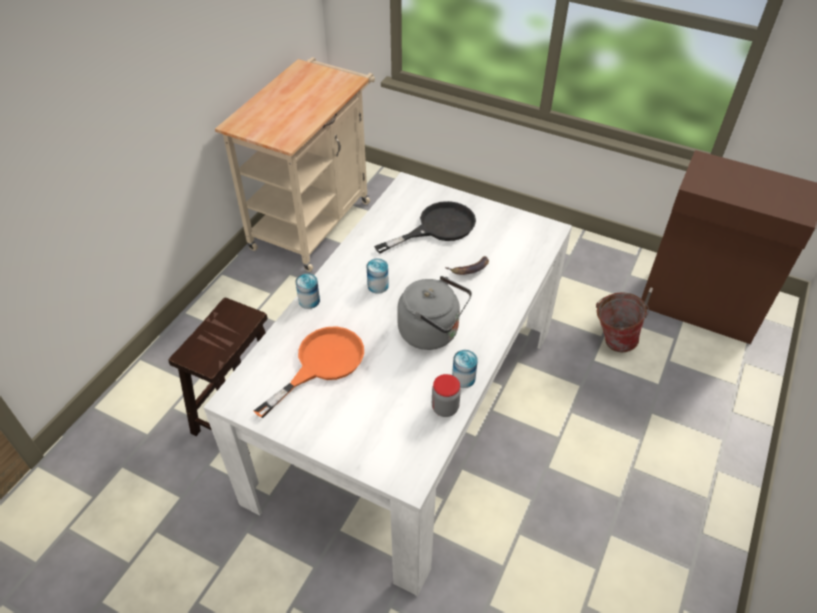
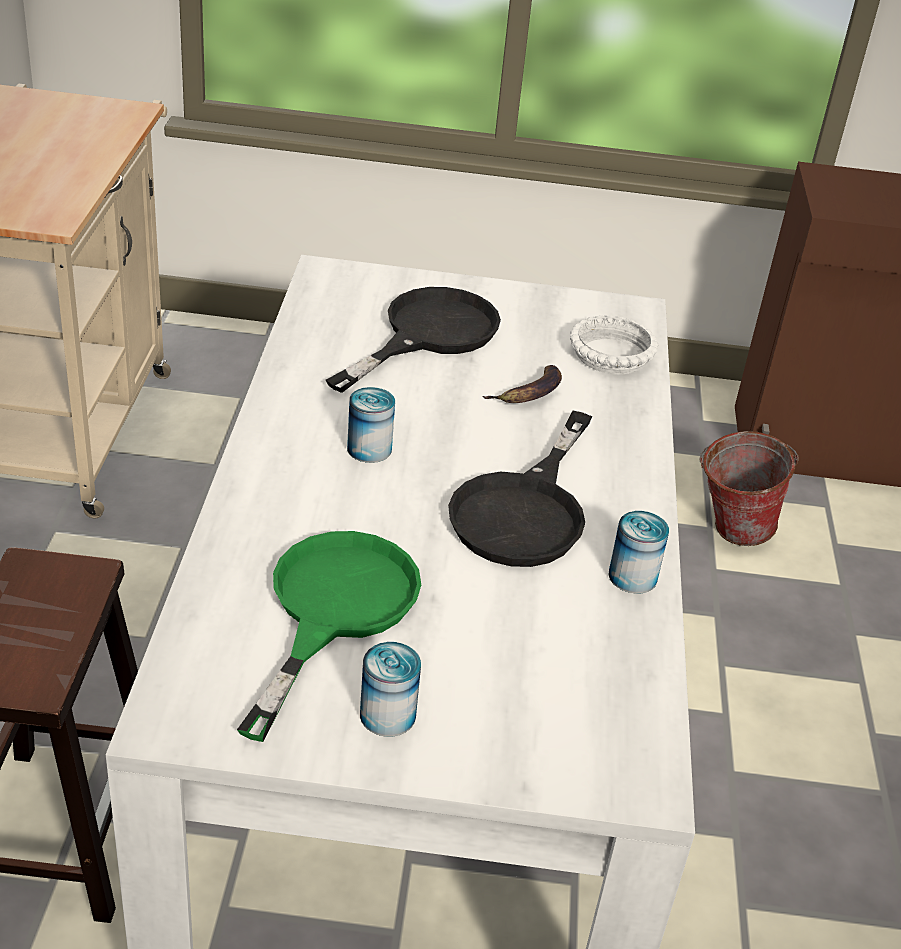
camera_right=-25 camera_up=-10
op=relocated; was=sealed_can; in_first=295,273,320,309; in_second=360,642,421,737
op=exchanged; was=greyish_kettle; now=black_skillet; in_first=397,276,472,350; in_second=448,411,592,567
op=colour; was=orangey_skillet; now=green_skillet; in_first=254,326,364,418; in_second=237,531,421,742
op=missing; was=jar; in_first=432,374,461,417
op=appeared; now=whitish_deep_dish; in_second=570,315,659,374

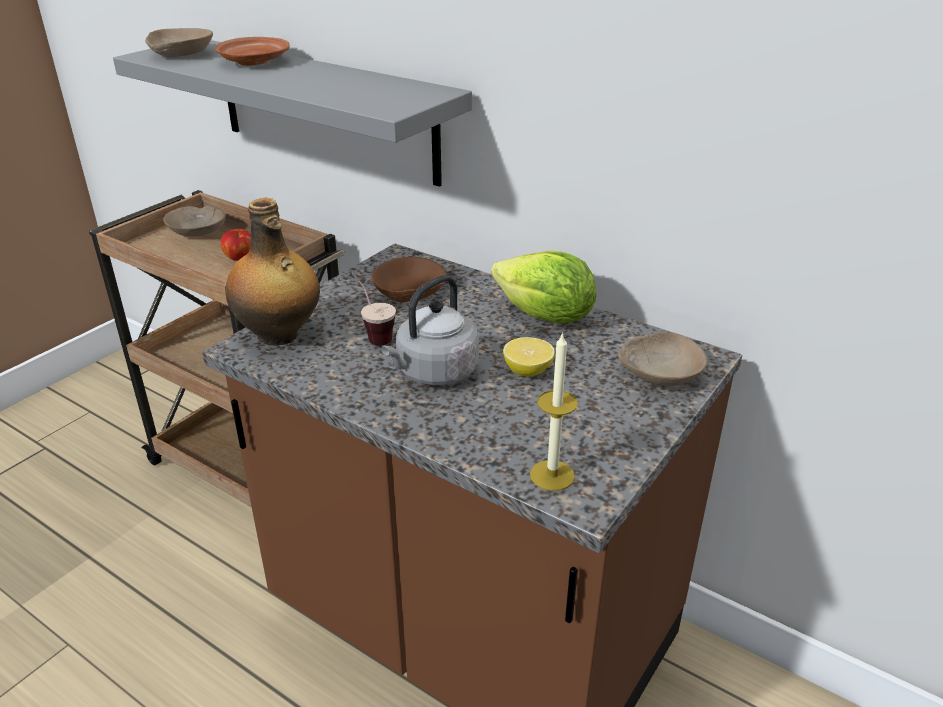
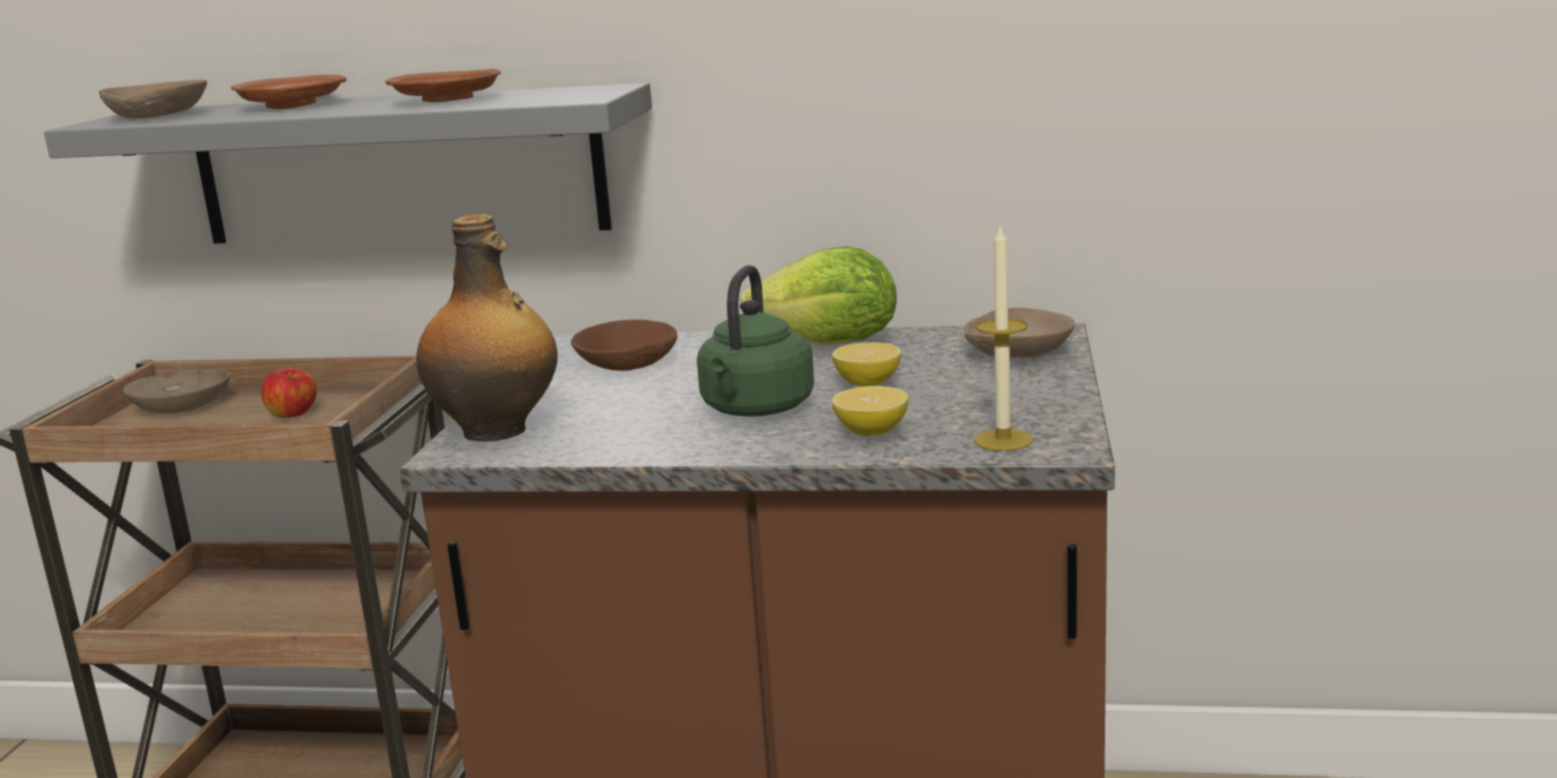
camera_right=-25 camera_up=-15
op=missing; was=cup; in_first=352,273,396,346
op=colour; was=greyish_kettle; now=green_kettle; in_first=381,275,479,385; in_second=697,265,814,416
op=appeared; now=brownish_dinner_plate; in_second=385,69,501,102
op=appeared; now=citrus_fruit; in_second=832,386,908,436

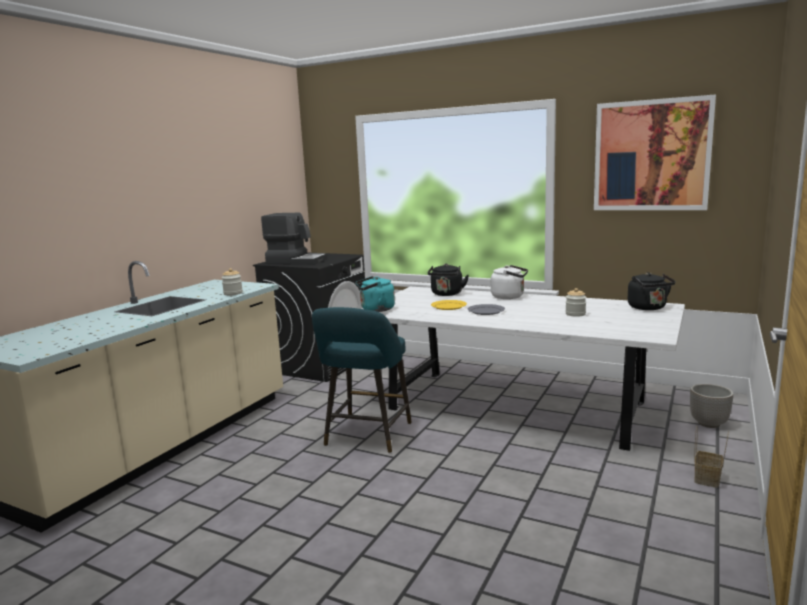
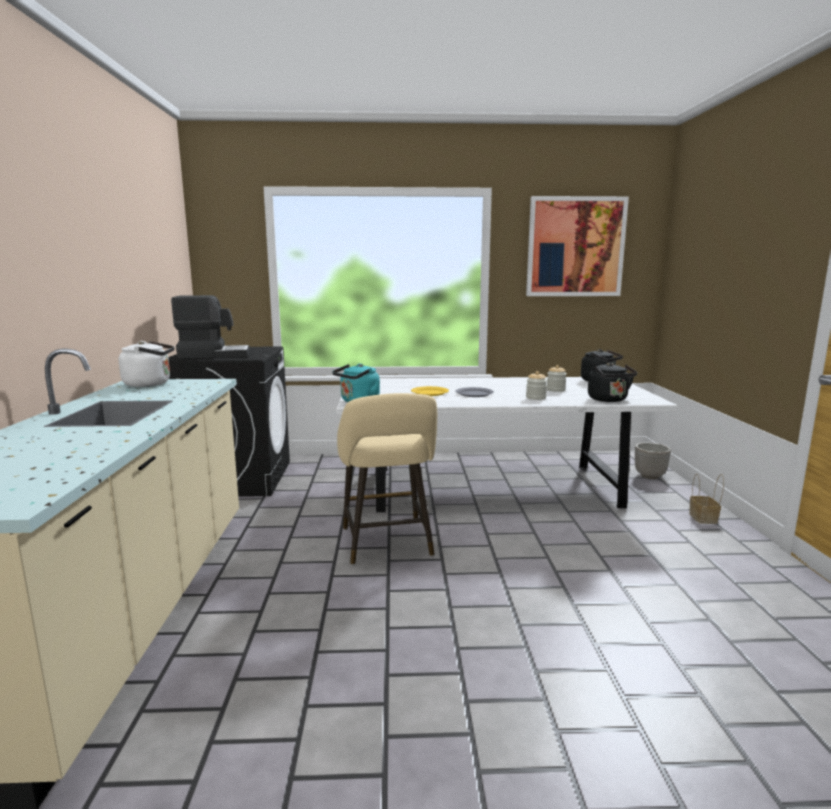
camera_right=-30 camera_up=0
op=relocated; was=black_kettle; in_first=428,264,469,296; in_second=588,362,637,402
op=relocated; was=whitish_kettle; in_first=491,265,528,299; in_second=119,341,175,387
op=relocated; was=jar; in_first=222,268,243,295; in_second=526,371,547,400
op=colour; was=turquoise-coloured_stool; now=beige-coloured_stool; in_first=312,307,412,453; in_second=337,393,437,565

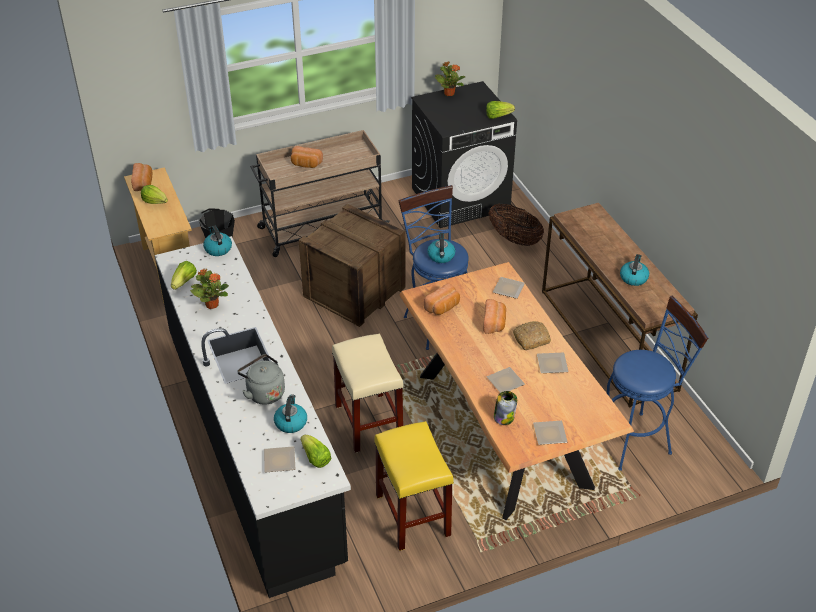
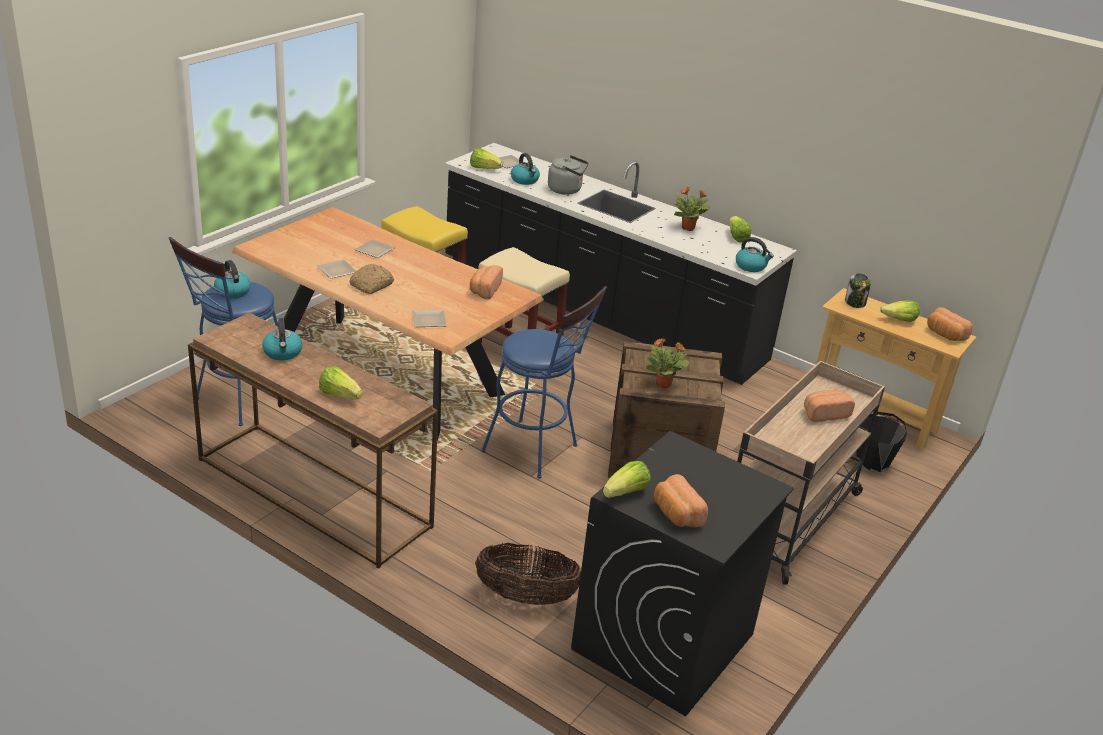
camera_right=145 camera_up=-10
op=relocated; was=houseplant; in_first=435,61,465,96; in_second=645,338,690,388
op=relocated; was=kettle; in_first=427,233,455,263; in_second=214,260,251,299
op=relocated; was=bakery_bread; in_first=483,299,506,334; in_second=654,474,708,527
op=relocated; was=jar; in_first=494,391,517,425; in_second=845,273,871,308
op=missing; was=dinner_plate; in_first=533,421,568,445
op=appeared; now=lettuce_head; in_second=319,366,363,400

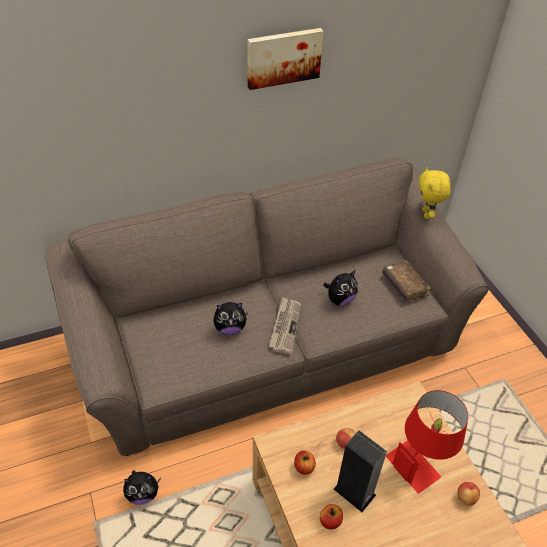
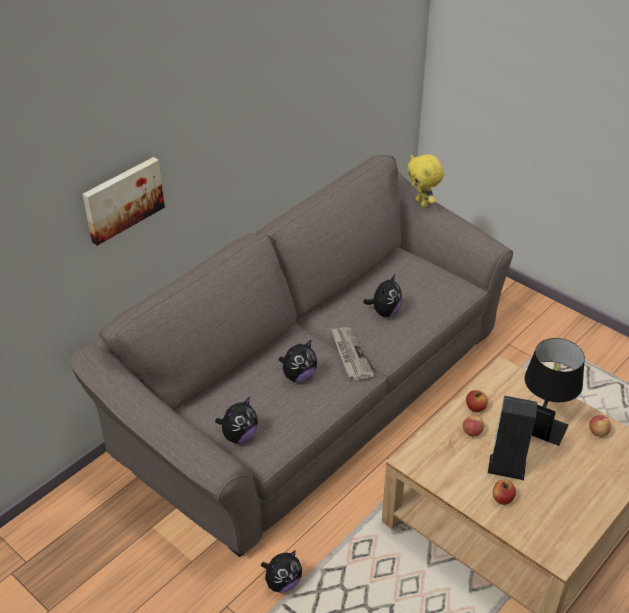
camera_right=-25 camera_up=-5
op=relocated; was=picture; in_first=247,28,323,90; in_second=82,157,165,246
op=missing; was=brownish_book; in_first=382,261,431,302
op=colour; was=reddish_table_lamp; now=black_table_lamp; in_first=386,390,468,494; in_second=524,338,585,446
op=relocated; was=whole_apple; in_first=294,451,316,475; in_second=466,390,488,412
op=appeared; now=plush_toy; in_second=215,397,258,443

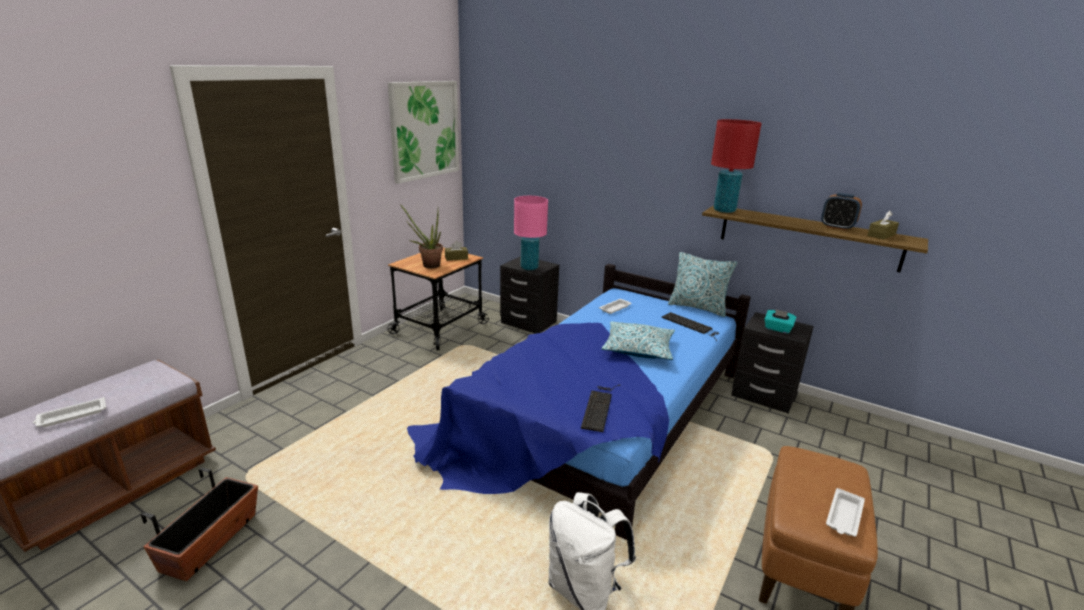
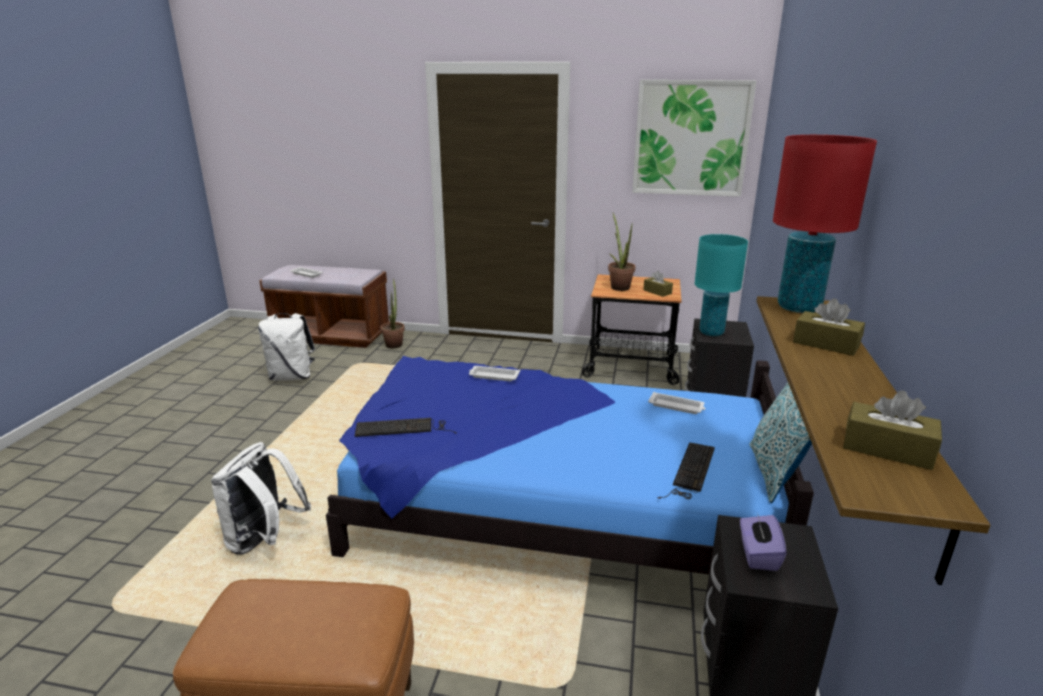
camera_right=70 camera_up=0
op=missing; was=table_clock; in_first=821,193,862,230
op=colour; was=pink_table_lamp; now=turquoise-coloured_table_lamp; in_first=514,196,548,270; in_second=695,234,748,336
op=colour; was=turquoise-coloured_tissue_box; now=purple_tissue_box; in_first=765,309,797,334; in_second=740,515,787,571
op=missing; was=pillow; in_first=601,321,675,360
op=exchanged; was=planter; now=whitish_rucksack; in_first=141,468,258,581; in_second=258,313,315,381
op=relocated; was=whitish_carrying_tray; in_first=826,488,865,537; in_second=469,366,520,382
op=appeared; now=houseplant; in_second=381,278,405,348
op=appeared; now=brownish_tissue_box; in_second=793,298,865,356

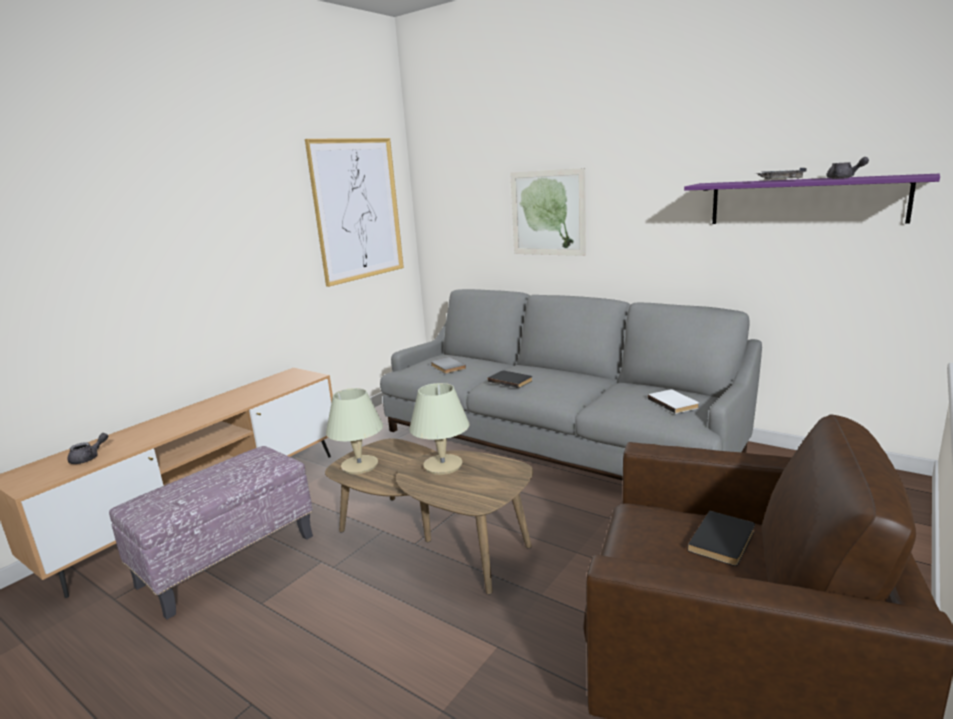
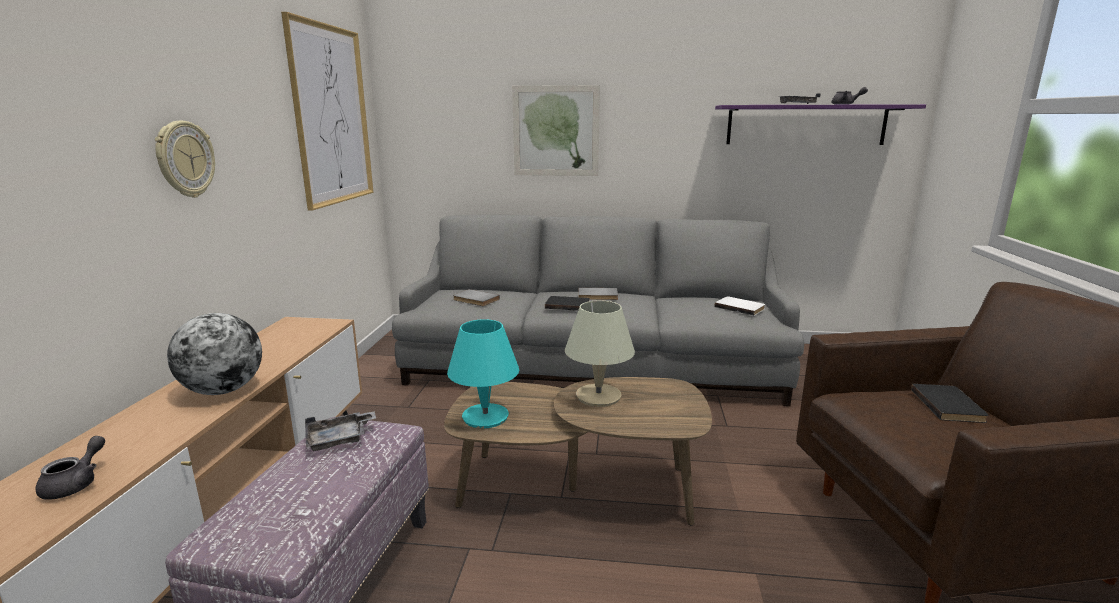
camera_right=-30 camera_up=0
op=colour; was=beige-coloured_table_lamp; now=turquoise-coloured_table_lamp; in_first=326,388,383,474; in_second=447,319,519,428
op=appeared; now=clock_on_the_wall; in_second=155,121,215,198
op=appeared; now=greyish_book; in_second=578,288,618,300
op=appeared; now=globe; in_second=167,313,262,395
op=appeared; now=greyish_carrying_tray; in_second=305,411,376,451

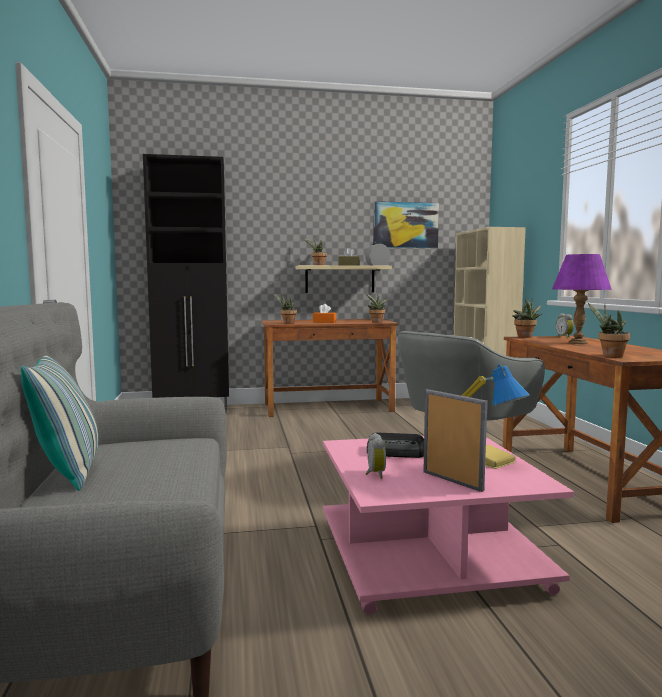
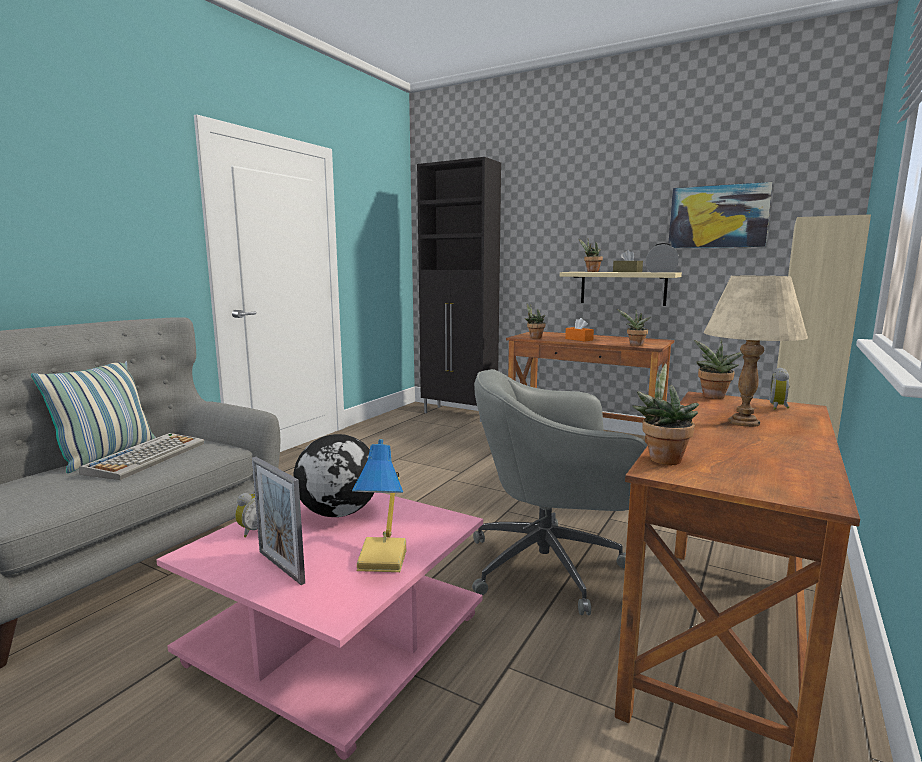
camera_right=40 camera_up=5
op=colour; was=purple_table_lamp; now=beige-coloured_table_lamp; in_first=552,254,612,344; in_second=704,276,808,427
op=spun; was=standing_frame; in_first=423,389,487,492; in_second=252,457,305,585; clockwise=135
op=exchanged; was=radio; now=globe; in_first=367,433,424,458; in_second=293,434,374,517
op=appeared; now=computer_keyboard; in_second=79,433,205,480

